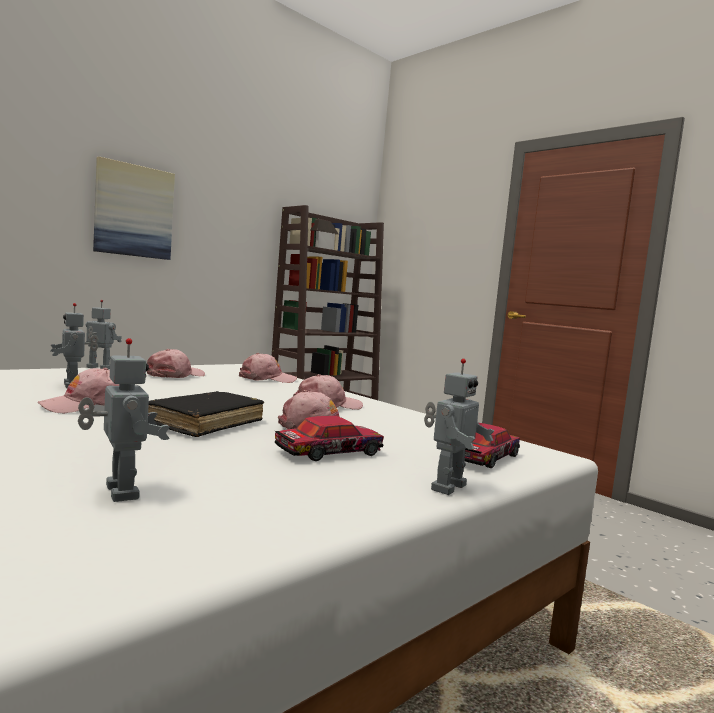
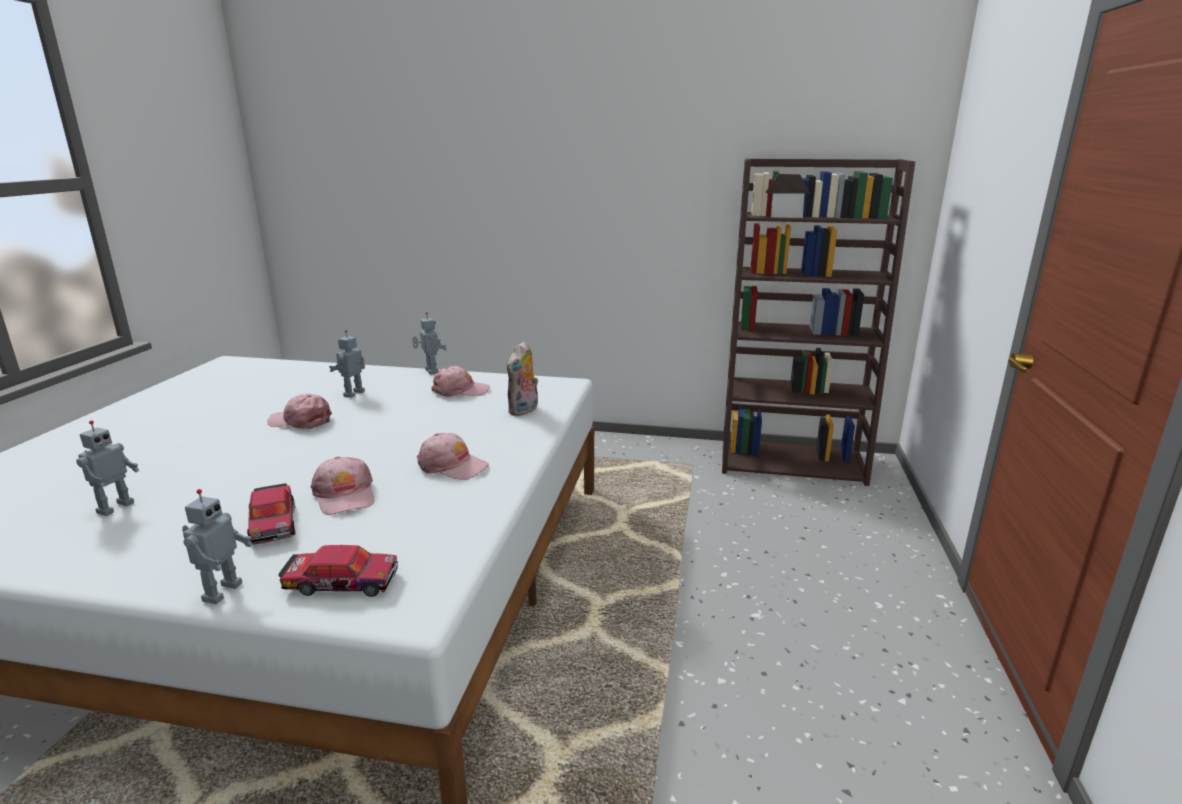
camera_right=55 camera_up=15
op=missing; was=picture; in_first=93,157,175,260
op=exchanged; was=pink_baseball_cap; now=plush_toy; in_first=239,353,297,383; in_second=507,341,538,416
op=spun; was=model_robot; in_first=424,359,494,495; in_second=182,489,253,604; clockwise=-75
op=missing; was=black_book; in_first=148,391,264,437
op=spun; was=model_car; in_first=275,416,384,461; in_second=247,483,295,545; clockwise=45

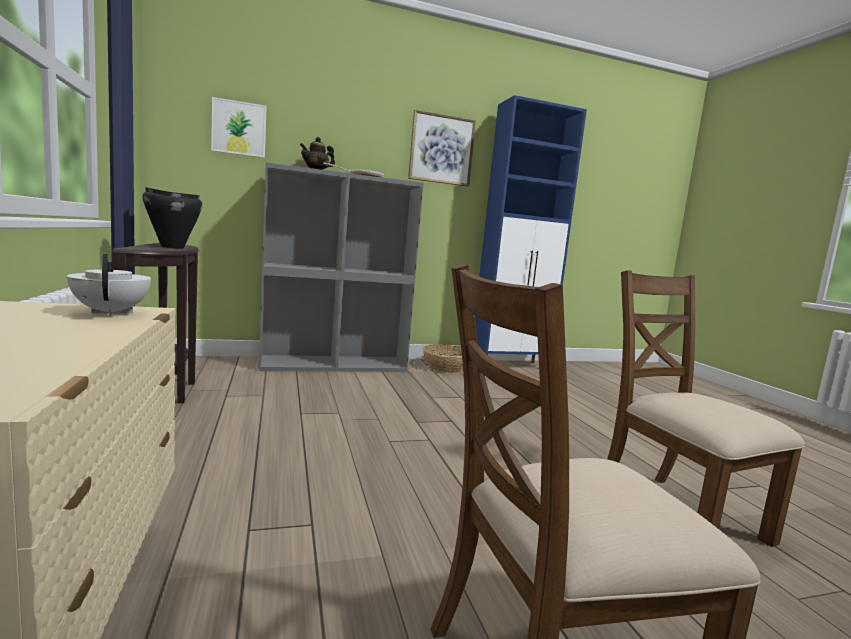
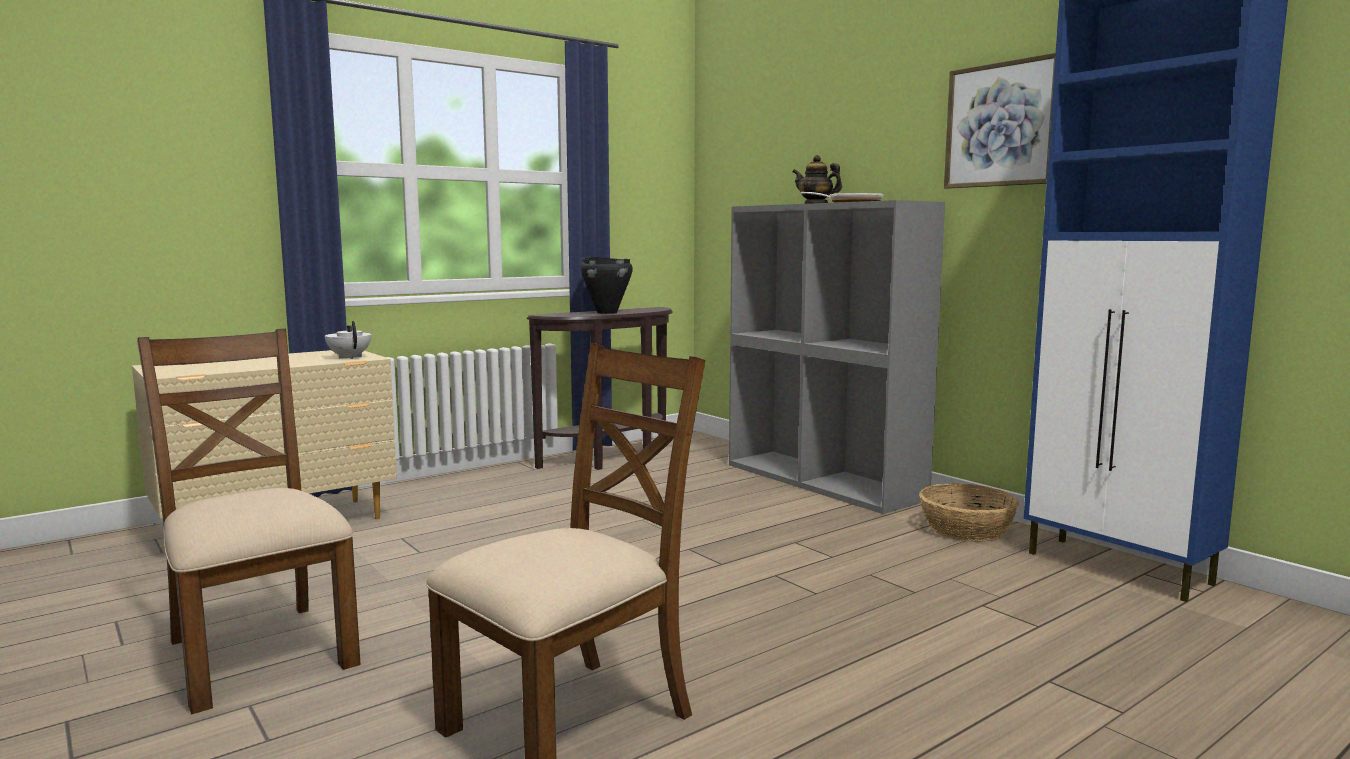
camera_right=70 camera_up=0
op=missing; was=picture; in_first=211,97,267,158
op=spun; was=whitish_pot_for_tea; in_first=67,254,151,316; in_second=325,321,371,359; clockwise=-75

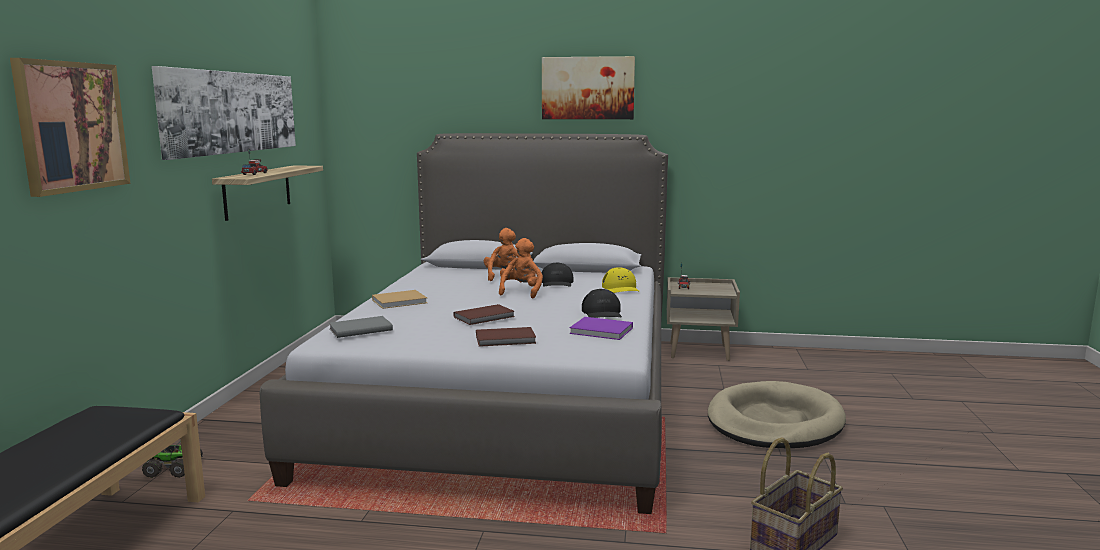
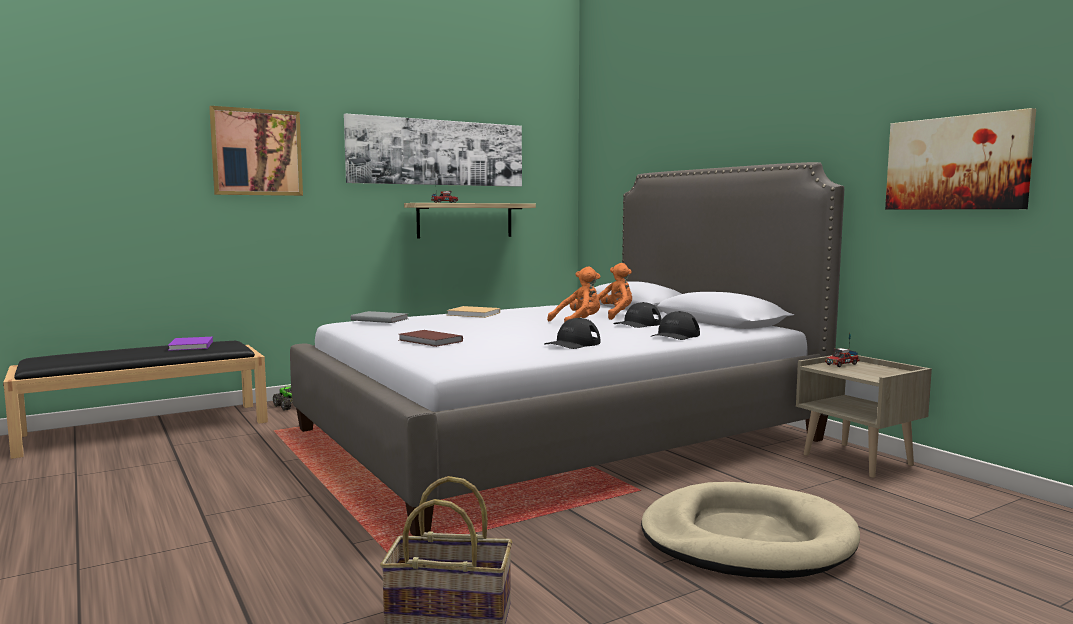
camera_right=50 camera_up=-5
op=relocated; was=picture; in_first=542,56,635,119; in_second=885,108,1036,210
op=colour; was=yellow_baseball_cap; now=black_baseball_cap; in_first=602,267,640,293; in_second=651,311,700,340
op=missing; was=brownish_book; in_first=453,304,515,325
op=relocated; was=purple_book; in_first=569,317,633,340; in_second=168,337,213,351

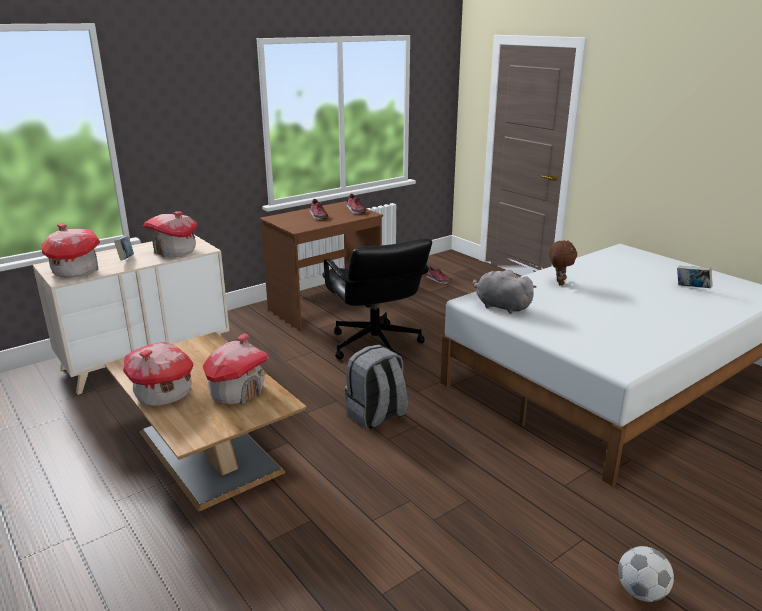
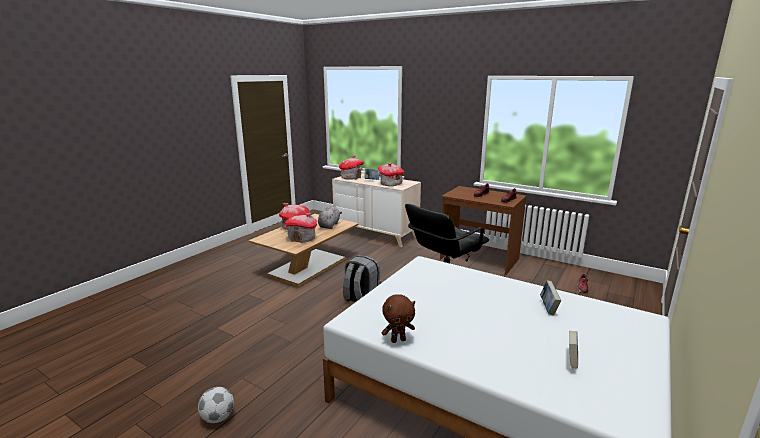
camera_right=70 camera_up=-5
op=relocated; was=brownish_plush_toy; in_first=549,240,577,286; in_second=382,294,415,343
op=relocated; was=greyish_plush_toy; in_first=473,270,536,314; in_second=318,206,342,229
op=appeared; now=book; in_second=540,280,561,315

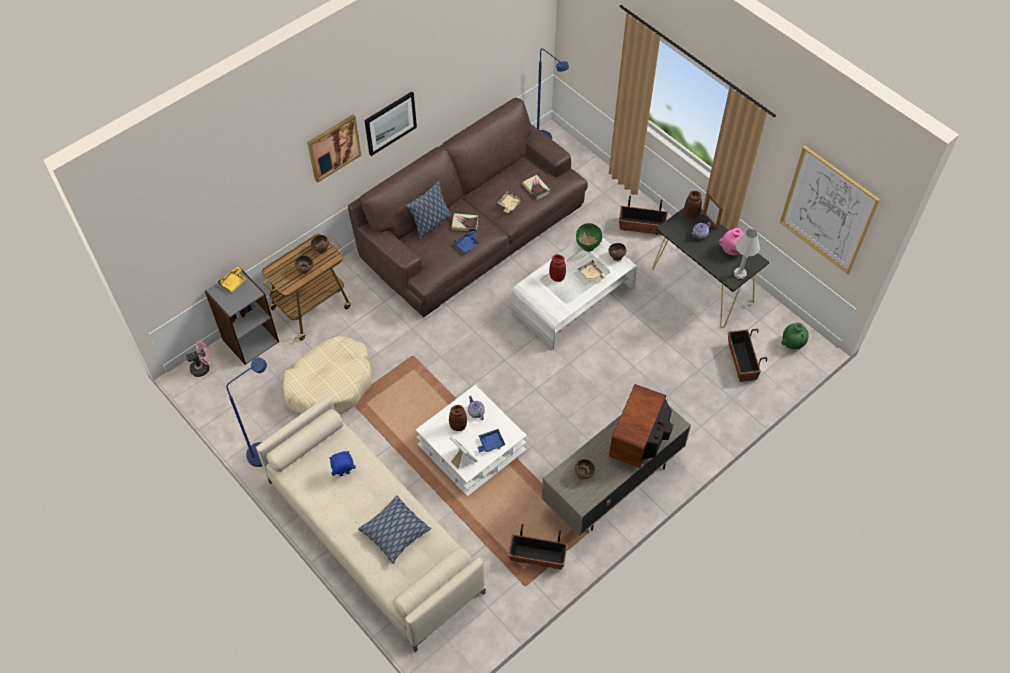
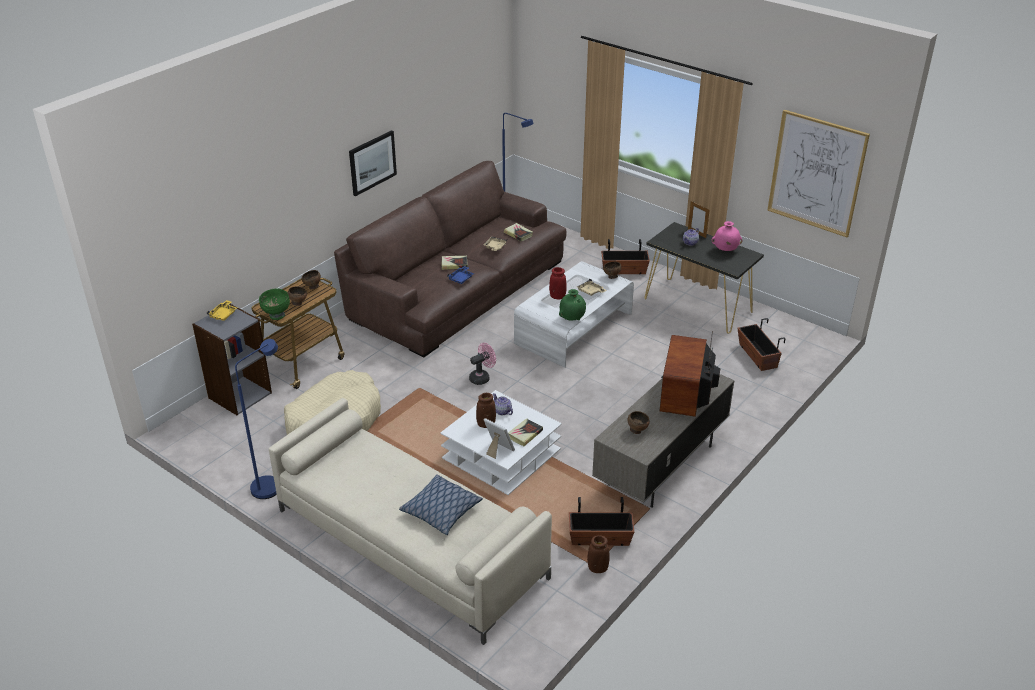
camera_right=-10 camera_up=-20
op=missing; was=picture; in_first=307,115,361,183
op=missing; was=pillow; in_first=406,181,451,240
op=relocated; was=brownish_flower_vase; in_first=684,191,702,219; in_second=587,535,610,573
op=relocated; was=green_deep_dish; in_first=576,223,602,252; in_second=259,289,290,320
op=missing; was=whitish_table_lamp; in_first=734,229,760,279
op=relocated; was=green_flower_vase; in_first=781,323,809,349; in_second=559,289,586,321
op=relocated; was=pink_fan; in_first=186,341,211,377; in_second=469,343,496,385
op=exchanged; was=bluish_carrying_tray; now=book; in_first=477,429,505,452; in_second=508,418,543,446
op=missing; was=bluish_plush_toy; in_first=330,451,356,476

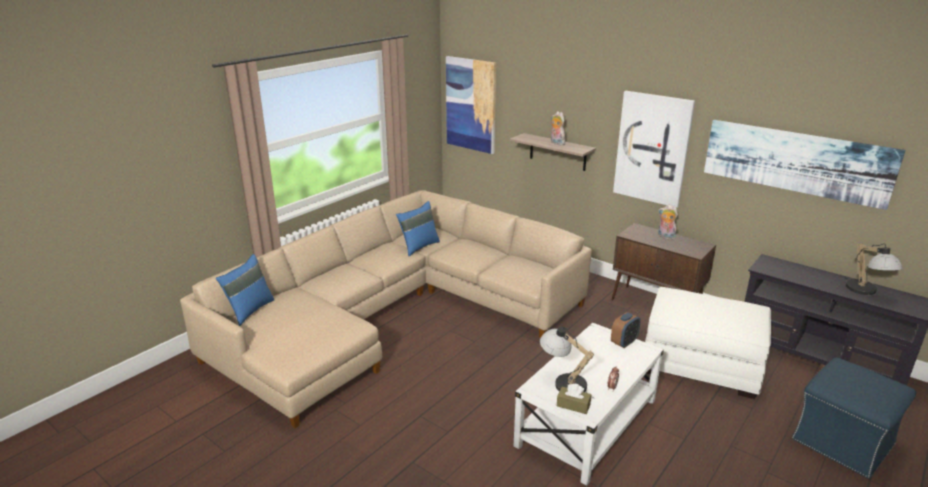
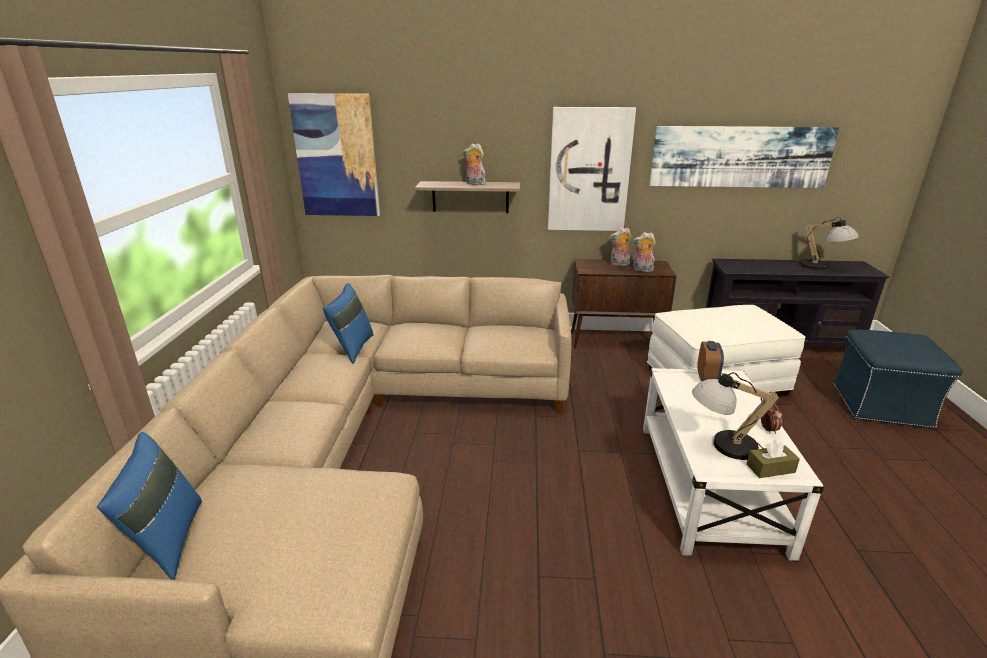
camera_right=-35 camera_up=0
op=appeared; now=plush_toy; in_second=633,232,656,272

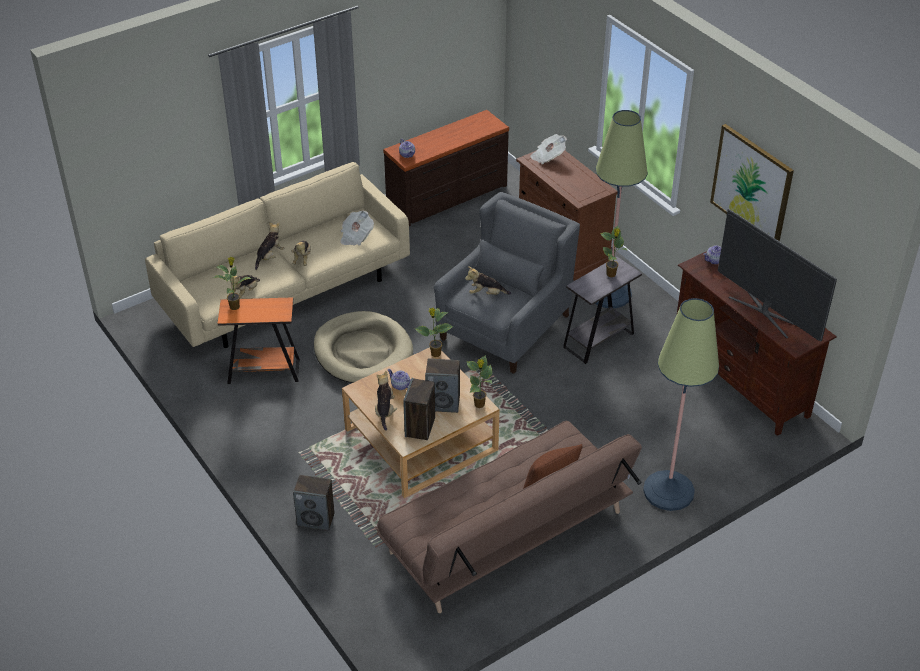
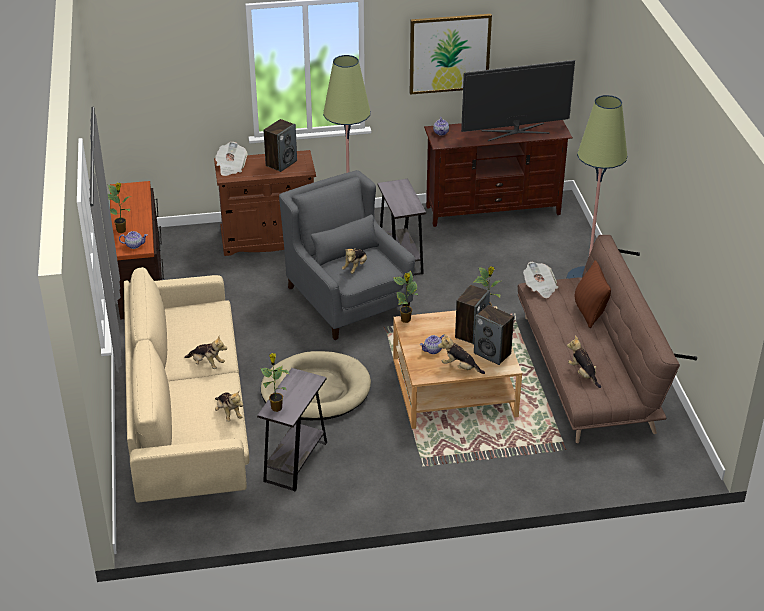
camera_right=-65 camera_up=-5
op=relocated; was=printed_paper; in_first=340,211,374,246; in_second=523,262,558,298
op=relocated; was=plush_toy; in_first=255,222,285,270; in_second=567,336,601,388
op=relocated; was=houseplant; in_first=600,225,628,277; in_second=108,183,132,233
op=colour; was=orangey_side_table; now=greyish_side_table; in_first=217,298,300,384; in_second=257,368,327,491
op=relocated; was=loudspeaker; in_first=293,475,335,531; in_second=264,119,297,172

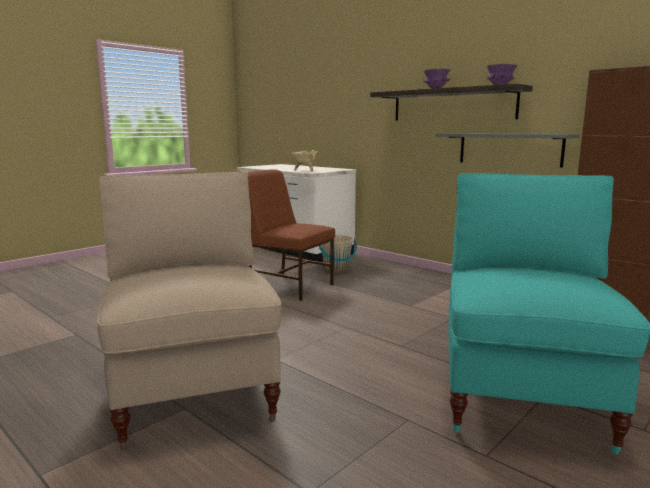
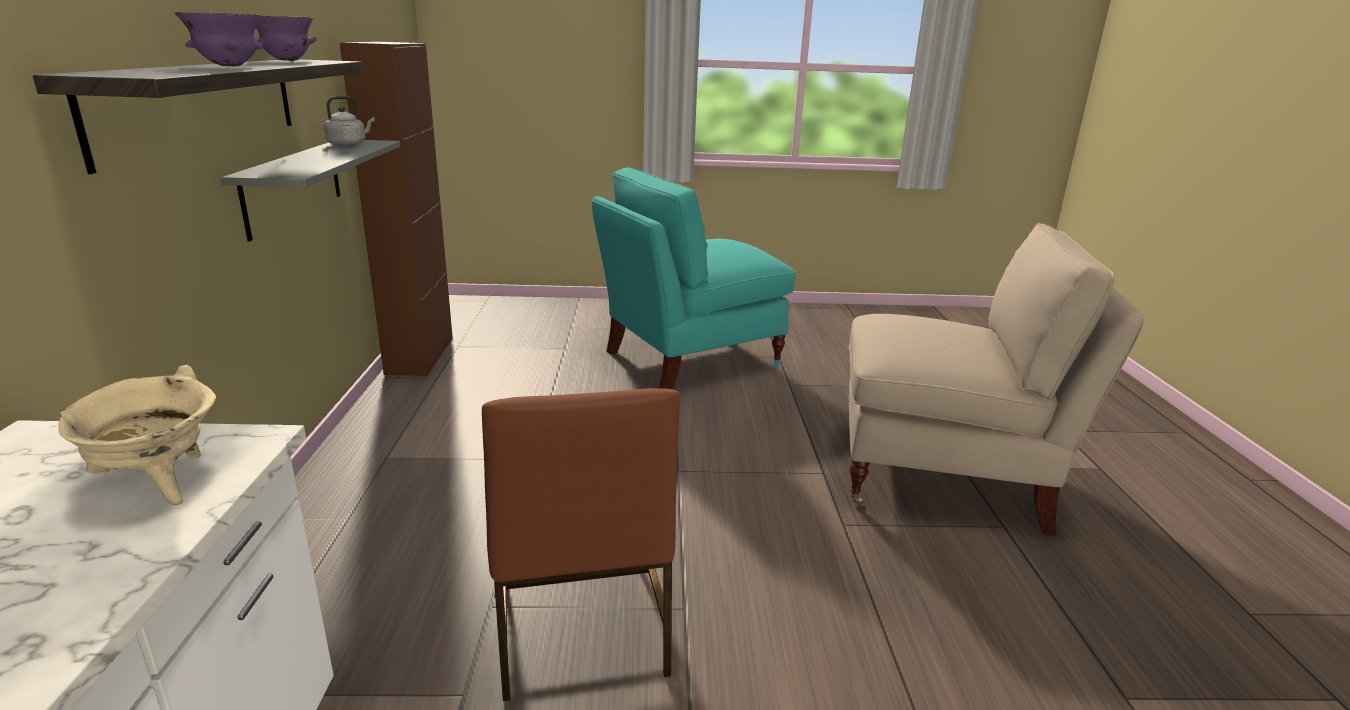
camera_right=-135 camera_up=10
op=spun; was=beige-coloured_chair; in_first=97,172,282,450; in_second=848,223,1144,536; clockwise=-105
op=missing; was=beige-coloured_pail; in_first=319,235,357,274
op=appeared; now=greyish_kettle; in_second=324,96,375,146

